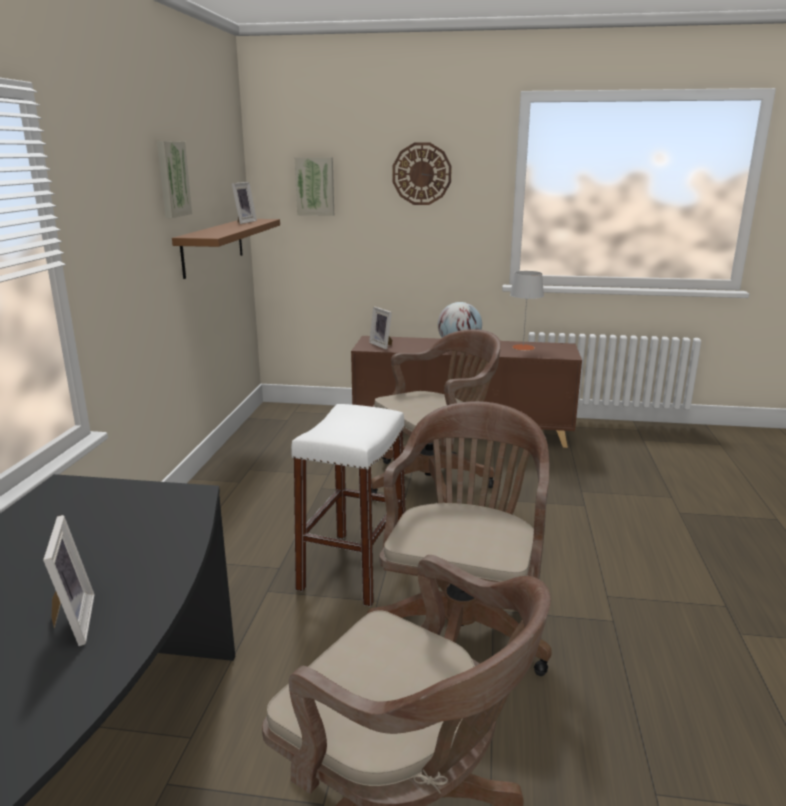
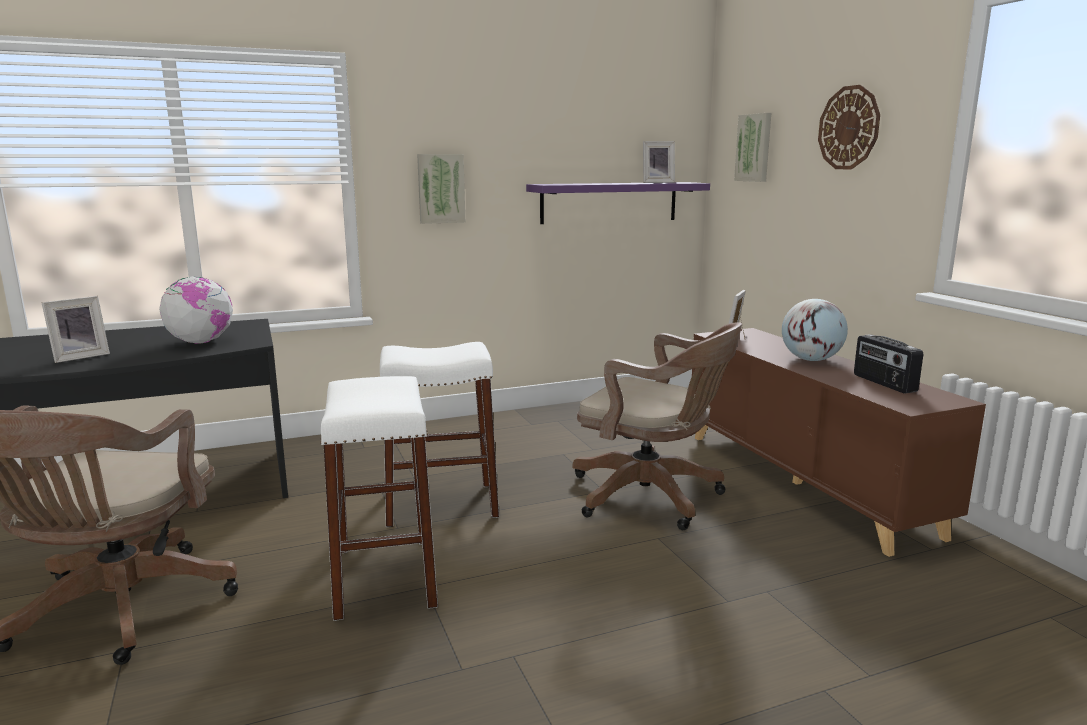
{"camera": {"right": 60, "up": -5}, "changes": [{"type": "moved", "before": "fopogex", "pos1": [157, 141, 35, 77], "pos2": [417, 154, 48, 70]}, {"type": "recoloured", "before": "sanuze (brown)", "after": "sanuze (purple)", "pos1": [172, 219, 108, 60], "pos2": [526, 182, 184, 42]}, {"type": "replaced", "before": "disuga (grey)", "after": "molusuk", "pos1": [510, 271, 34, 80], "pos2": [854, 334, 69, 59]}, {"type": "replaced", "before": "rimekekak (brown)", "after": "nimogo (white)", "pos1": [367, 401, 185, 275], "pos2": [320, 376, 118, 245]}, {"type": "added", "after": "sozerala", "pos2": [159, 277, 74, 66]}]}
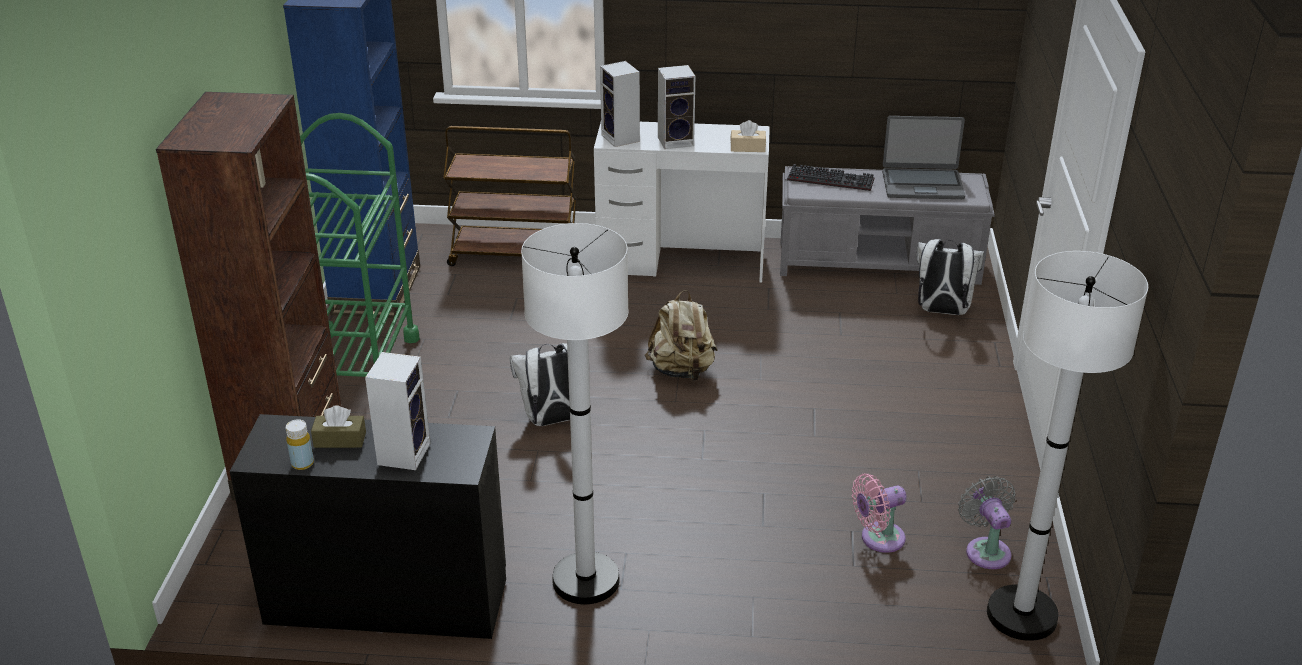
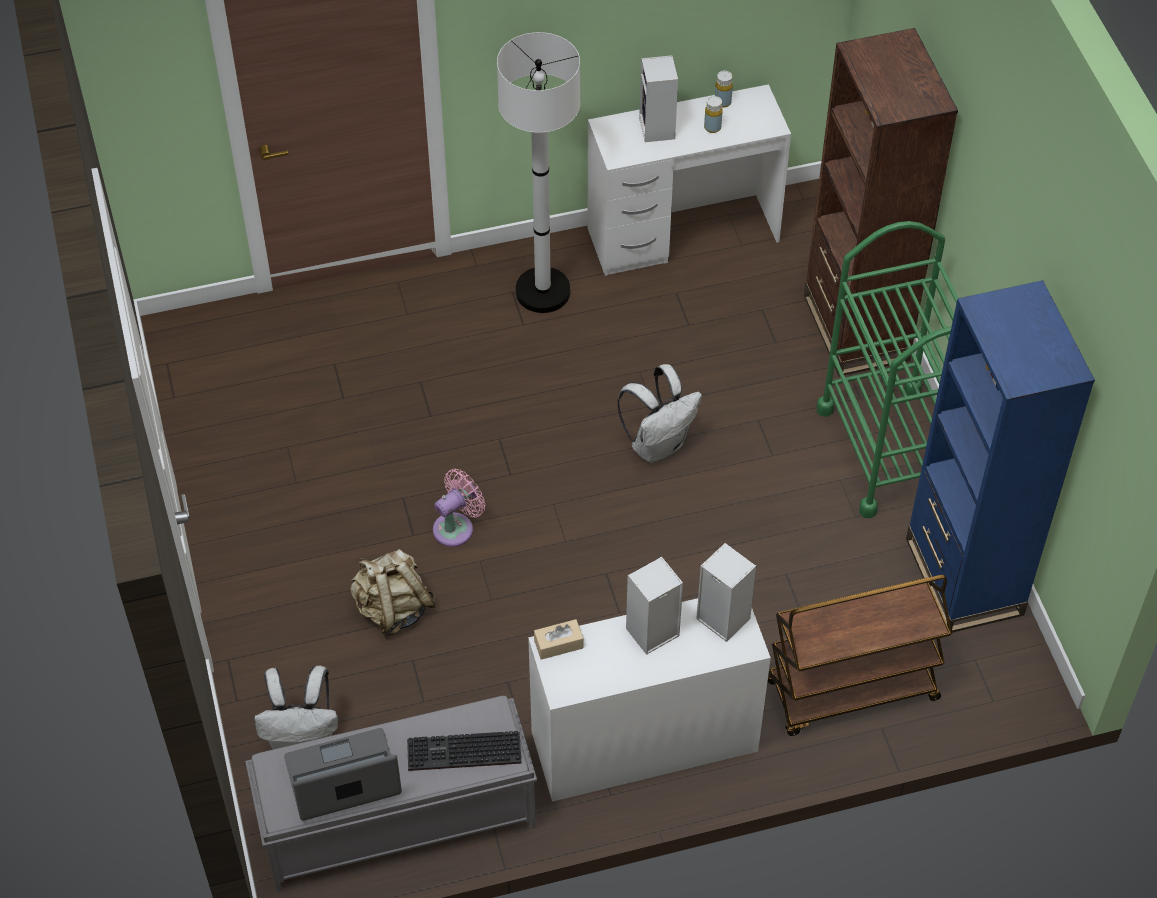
{"camera": {"right": 160, "up": 20}, "changes": [{"type": "removed", "before": "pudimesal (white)", "pos1": [987, 251, 161, 390]}, {"type": "moved", "before": "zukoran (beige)", "pos1": [645, 290, 72, 91], "pos2": [350, 549, 85, 86]}, {"type": "replaced", "before": "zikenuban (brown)", "after": "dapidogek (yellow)", "pos1": [311, 405, 55, 43], "pos2": [704, 96, 19, 37]}, {"type": "recoloured", "before": "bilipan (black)", "after": "bilipan (white)", "pos1": [230, 414, 276, 225], "pos2": [587, 84, 204, 192]}, {"type": "moved", "before": "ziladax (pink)", "pos1": [852, 474, 55, 79], "pos2": [433, 469, 52, 78]}, {"type": "removed", "before": "ziladax (grey)", "pos1": [958, 476, 58, 93]}]}
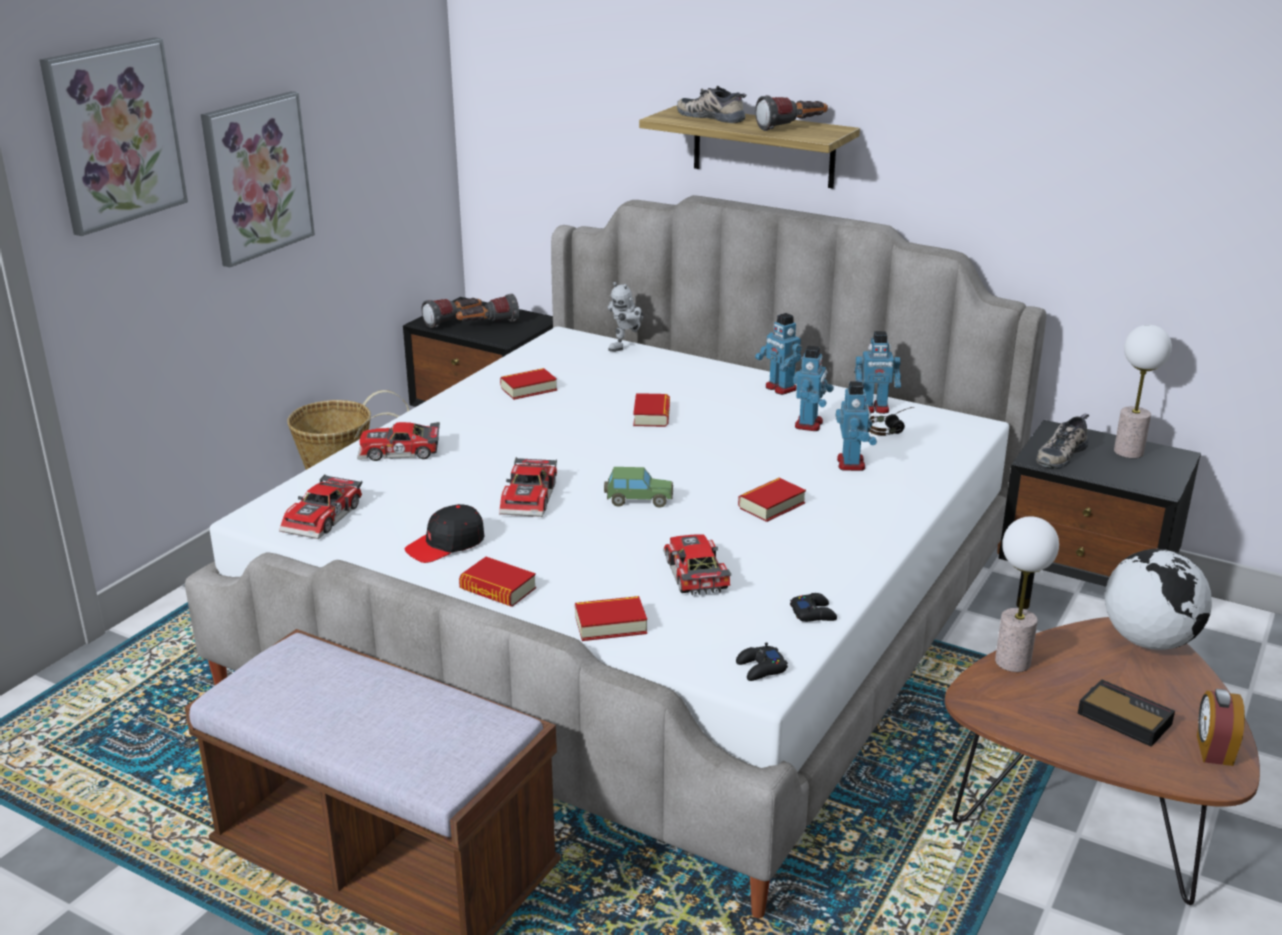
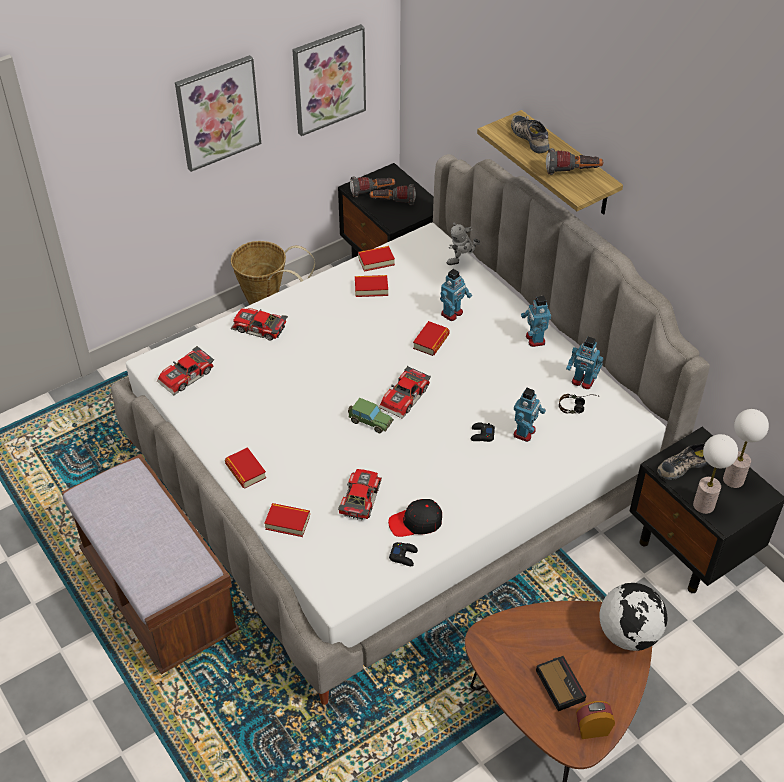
{"camera": {"right": 25, "up": 20}, "changes": [{"type": "moved", "before": "fopogex", "pos1": [40, 37, 148, 199], "pos2": [292, 24, 74, 112]}, {"type": "moved", "before": "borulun", "pos1": [793, 346, 41, 85], "pos2": [440, 269, 32, 52]}, {"type": "moved", "before": "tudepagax", "pos1": [499, 457, 58, 60], "pos2": [379, 366, 52, 53]}, {"type": "moved", "before": "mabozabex", "pos1": [738, 478, 68, 44], "pos2": [358, 246, 37, 26]}, {"type": "moved", "before": "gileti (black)", "pos1": [405, 504, 80, 59], "pos2": [388, 499, 54, 38]}, {"type": "moved", "before": "disuga", "pos1": [995, 516, 64, 156], "pos2": [693, 434, 45, 80]}, {"type": "moved", "before": "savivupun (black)", "pos1": [736, 642, 52, 39], "pos2": [471, 423, 24, 19]}, {"type": "turned", "before": "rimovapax", "pos1": [1197, 689, 48, 77], "pos2": [576, 701, 39, 38], "turn": 45}]}
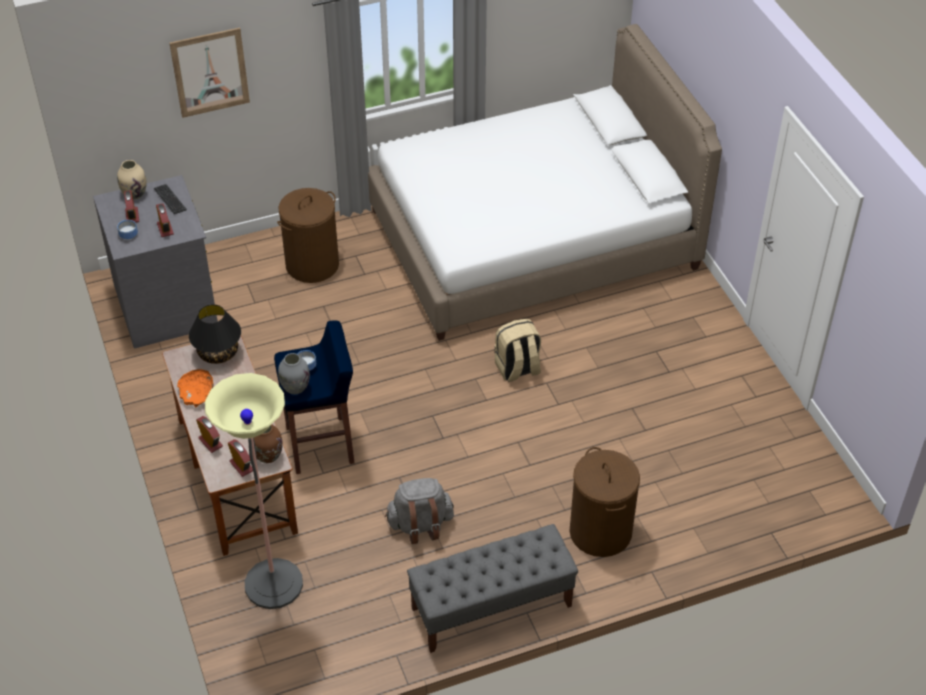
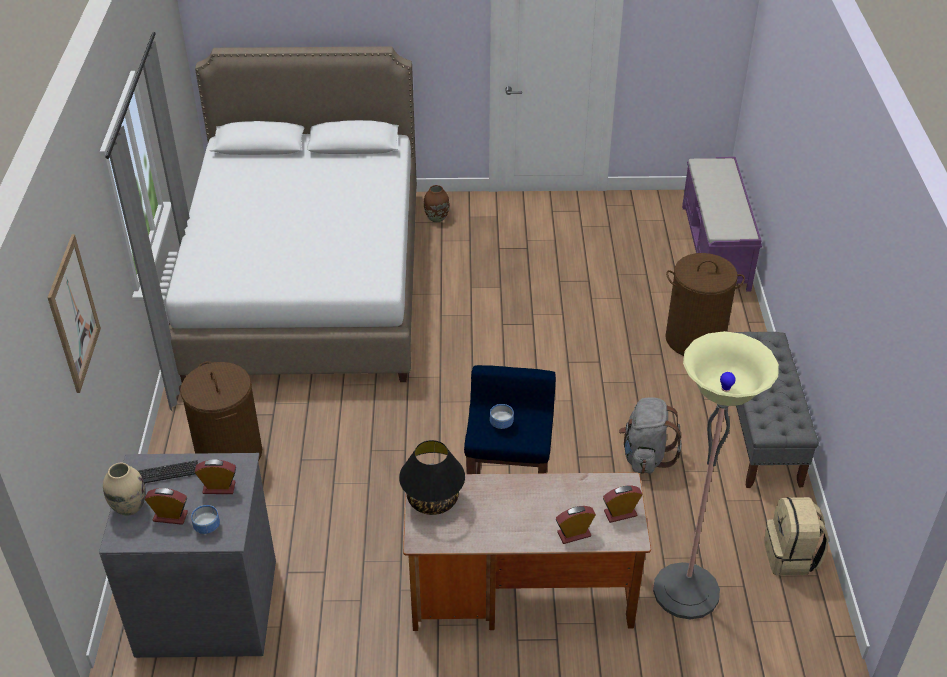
{"camera": {"right": -70, "up": -5}, "changes": [{"type": "moved", "before": "zukoran (beige)", "pos1": [494, 319, 47, 63], "pos2": [764, 497, 65, 78]}, {"type": "removed", "before": "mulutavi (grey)", "pos1": [278, 353, 32, 41]}, {"type": "removed", "before": "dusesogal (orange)", "pos1": [177, 369, 37, 39]}, {"type": "moved", "before": "mulutavi (brown)", "pos1": [254, 424, 29, 39], "pos2": [424, 185, 25, 37]}, {"type": "added", "after": "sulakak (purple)", "pos2": [682, 157, 80, 134]}]}
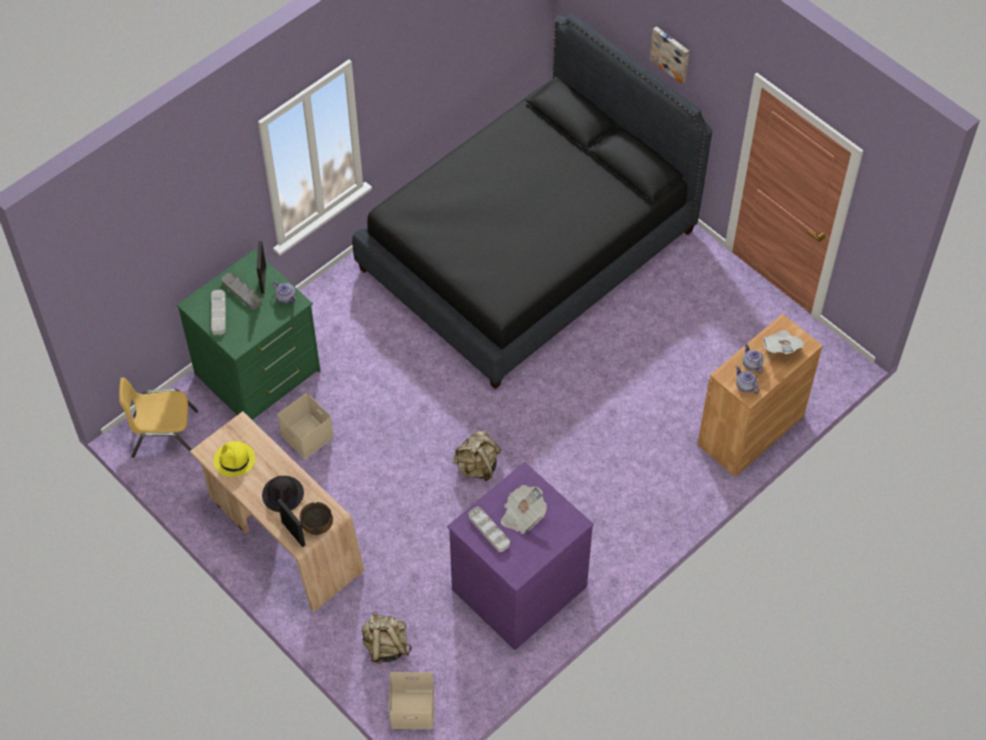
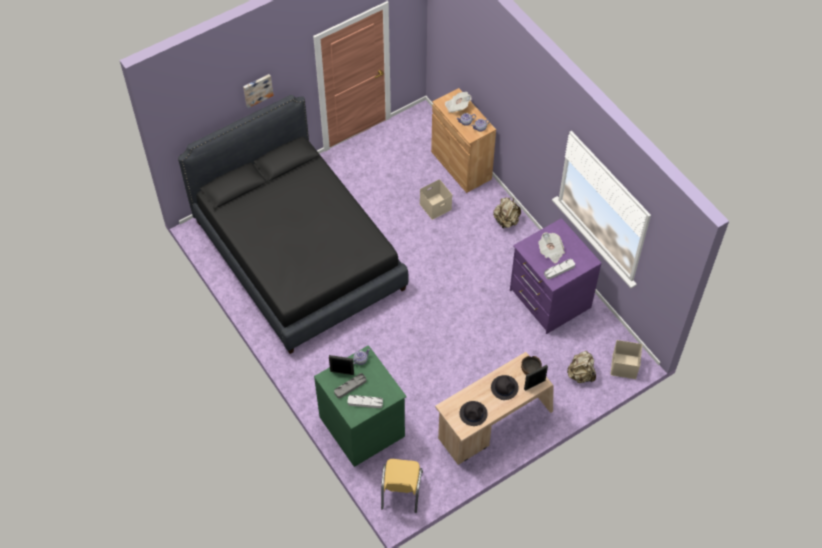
{"camera": {"right": -80, "up": 0}, "changes": [{"type": "moved", "before": "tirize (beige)", "pos1": [277, 393, 57, 66], "pos2": [420, 179, 32, 41]}, {"type": "moved", "before": "zukoran (beige)", "pos1": [453, 431, 48, 50], "pos2": [493, 197, 28, 31]}, {"type": "recoloured", "before": "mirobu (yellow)", "after": "mirobu (black)", "pos1": [214, 441, 41, 36], "pos2": [460, 401, 28, 25]}]}
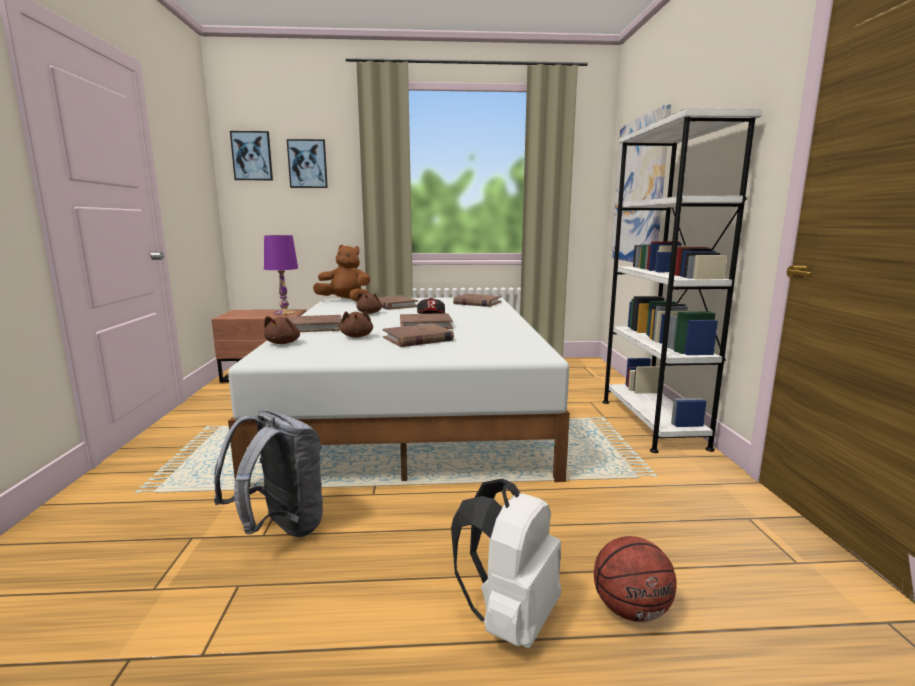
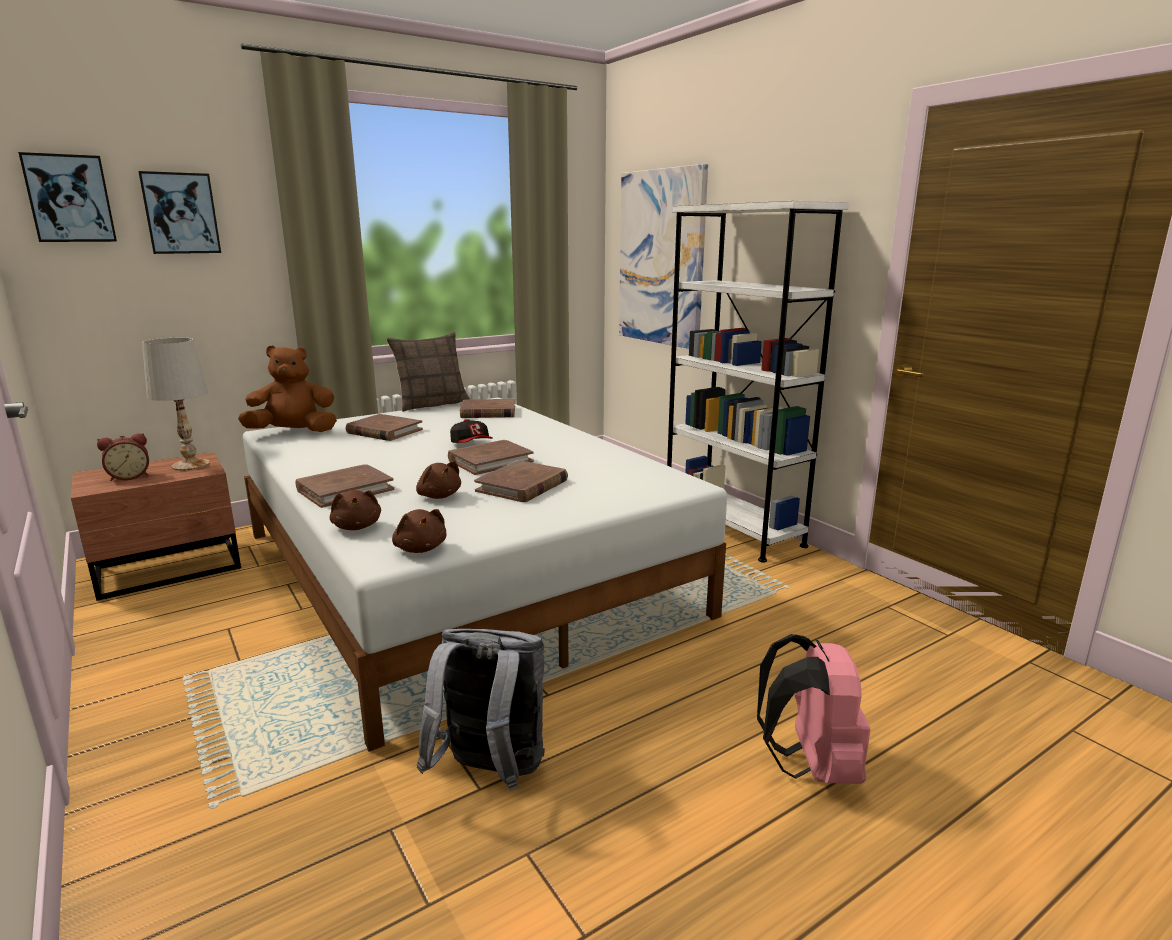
{"camera": {"right": -30, "up": 5}, "changes": [{"type": "recoloured", "before": "disuga (purple)", "after": "disuga (white)", "pos1": [264, 235, 34, 80], "pos2": [142, 338, 68, 133]}, {"type": "moved", "before": "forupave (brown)", "pos1": [356, 292, 26, 22], "pos2": [392, 509, 54, 44]}, {"type": "recoloured", "before": "zukoran (white)", "after": "zukoran (pink)", "pos1": [451, 479, 110, 169], "pos2": [757, 634, 114, 150]}, {"type": "removed", "before": "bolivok", "pos1": [594, 536, 83, 86]}, {"type": "added", "after": "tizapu", "pos2": [386, 332, 84, 80]}, {"type": "added", "after": "rimovapax", "pos2": [97, 433, 52, 48]}]}
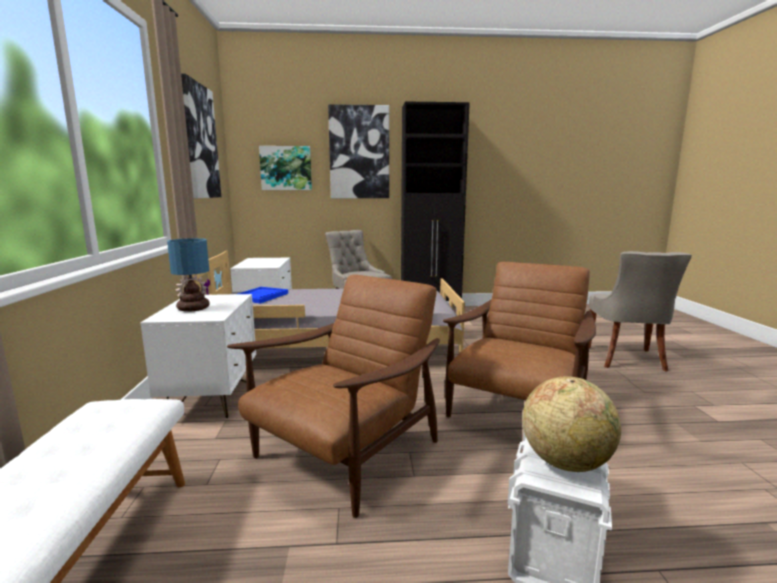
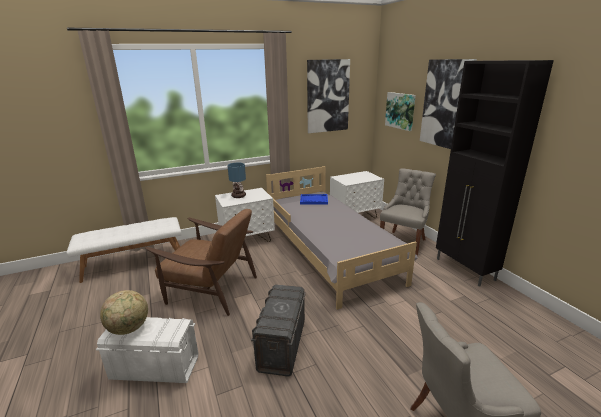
{"camera": {"right": 70, "up": 10}, "changes": [{"type": "replaced", "before": "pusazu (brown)", "after": "tirize (grey)", "pos1": [443, 262, 153, 155], "pos2": [251, 284, 55, 93]}]}
